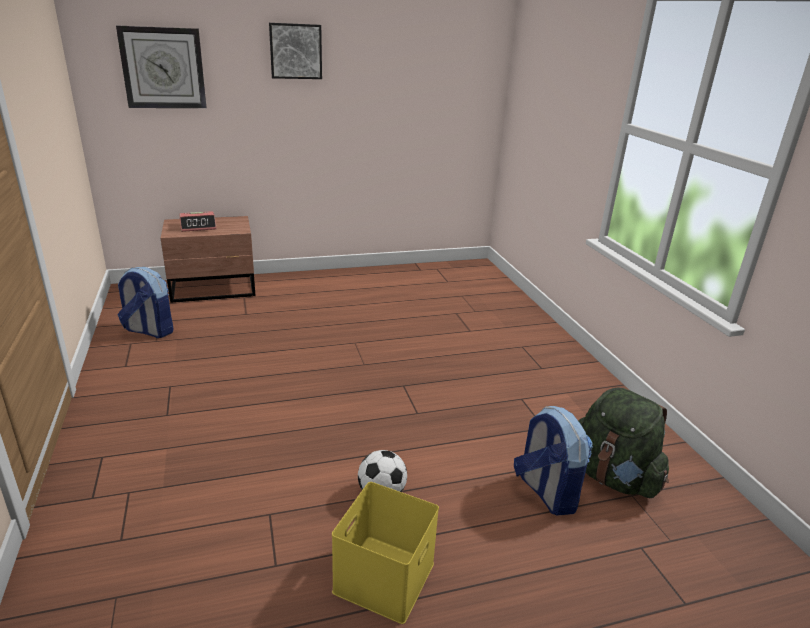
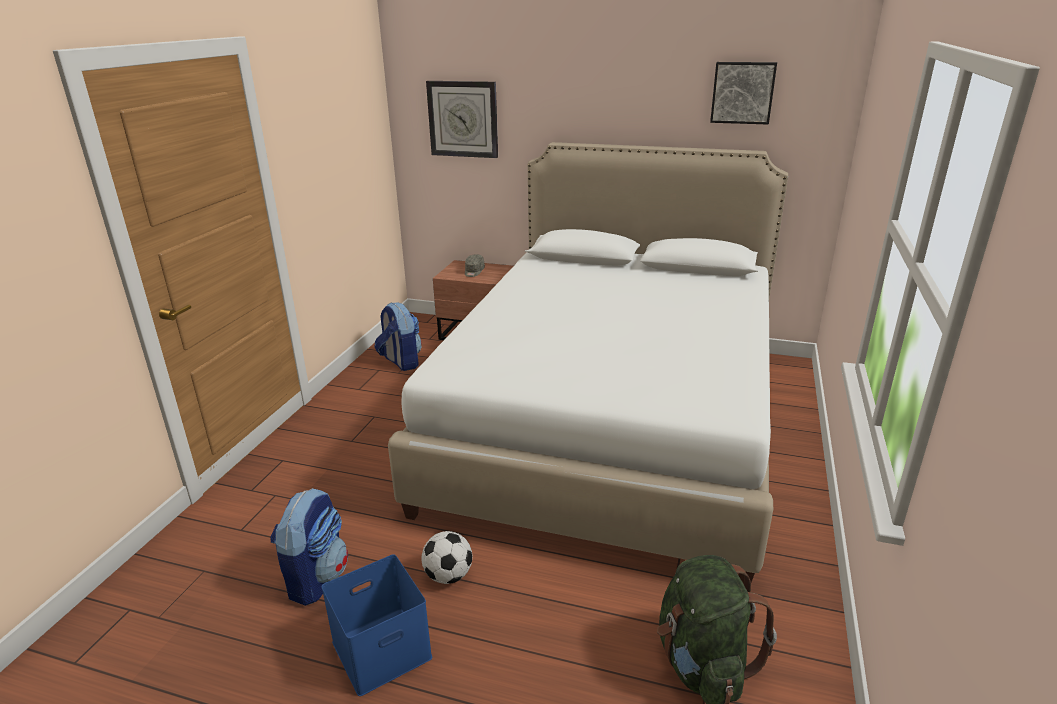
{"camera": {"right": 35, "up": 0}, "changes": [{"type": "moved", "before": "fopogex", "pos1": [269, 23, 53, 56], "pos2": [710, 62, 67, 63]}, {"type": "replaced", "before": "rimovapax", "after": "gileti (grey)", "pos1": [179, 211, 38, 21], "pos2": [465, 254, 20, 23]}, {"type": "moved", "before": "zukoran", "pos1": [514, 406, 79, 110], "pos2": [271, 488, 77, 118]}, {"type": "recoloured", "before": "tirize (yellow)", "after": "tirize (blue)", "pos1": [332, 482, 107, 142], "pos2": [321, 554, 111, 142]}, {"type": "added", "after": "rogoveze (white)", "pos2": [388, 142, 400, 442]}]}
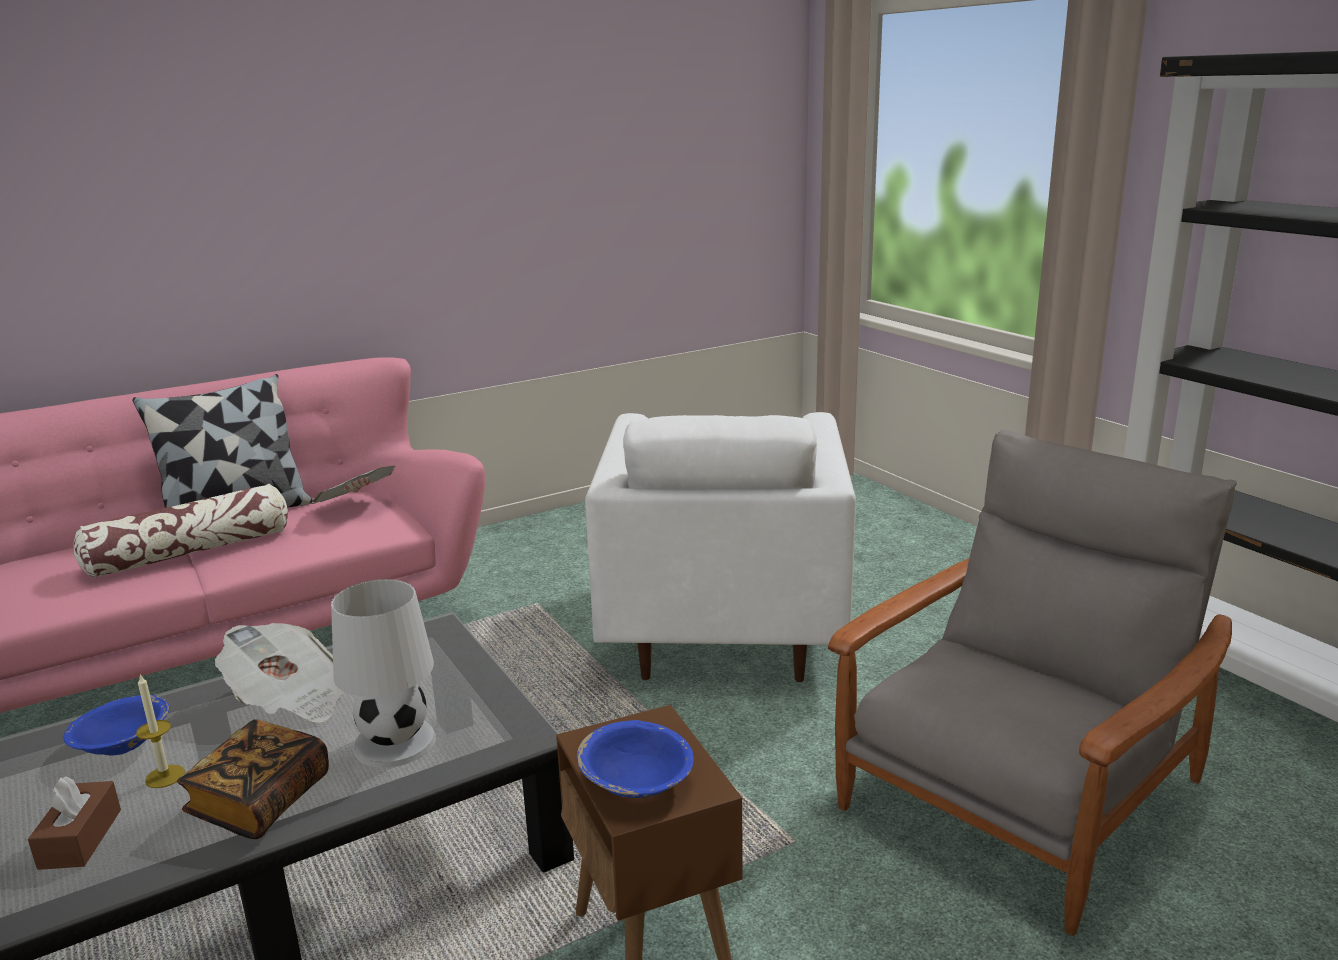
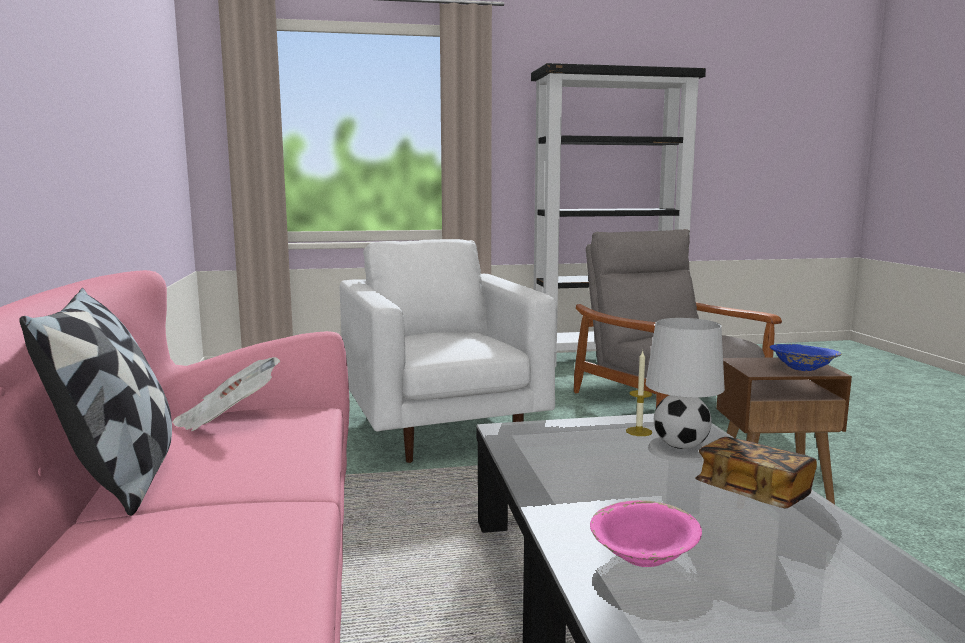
{"camera": {"right": -70, "up": -10}, "changes": [{"type": "turned", "before": "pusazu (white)", "pos1": [585, 412, 271, 270], "pos2": [340, 239, 216, 224], "turn": -135}, {"type": "removed", "before": "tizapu", "pos1": [73, 484, 215, 94]}, {"type": "removed", "before": "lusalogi", "pos1": [215, 623, 129, 100]}, {"type": "moved", "before": "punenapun", "pos1": [136, 674, 49, 114], "pos2": [626, 351, 26, 85]}, {"type": "recoloured", "before": "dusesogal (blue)", "after": "dusesogal (pink)", "pos1": [63, 695, 107, 61], "pos2": [590, 500, 112, 67]}, {"type": "removed", "before": "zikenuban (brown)", "pos1": [28, 776, 93, 94]}]}
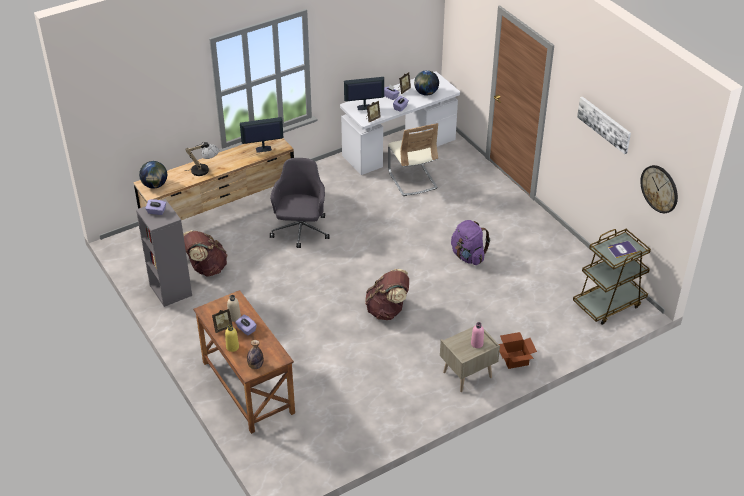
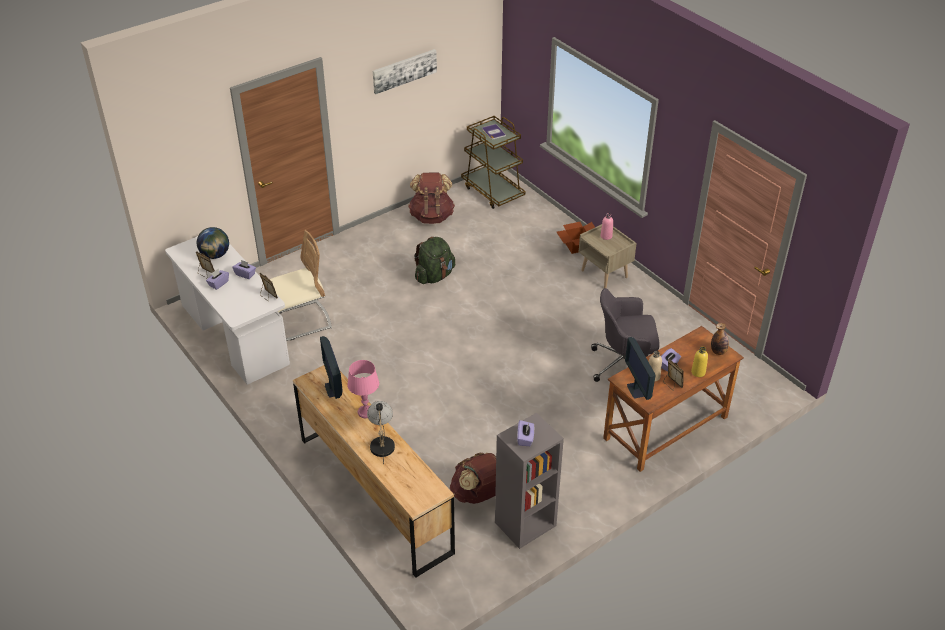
{"camera": {"right": -95, "up": 0}, "changes": [{"type": "moved", "before": "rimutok", "pos1": [344, 77, 40, 33], "pos2": [625, 337, 31, 63]}, {"type": "moved", "before": "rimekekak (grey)", "pos1": [270, 158, 60, 90], "pos2": [591, 288, 69, 94]}, {"type": "removed", "before": "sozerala", "pos1": [139, 161, 28, 28]}, {"type": "removed", "before": "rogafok", "pos1": [640, 165, 38, 48]}, {"type": "recoloured", "before": "zukoran (purple)", "after": "zukoran (green)", "pos1": [451, 220, 39, 45], "pos2": [414, 237, 41, 47]}, {"type": "moved", "before": "zukoran (brown)", "pos1": [365, 269, 44, 51], "pos2": [408, 172, 47, 52]}, {"type": "added", "after": "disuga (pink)", "pos2": [347, 360, 32, 58]}]}
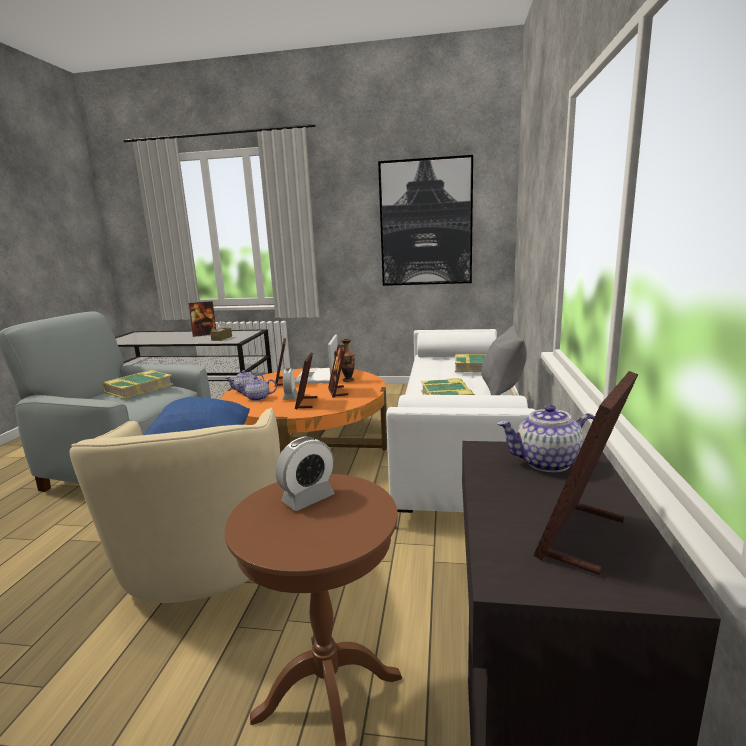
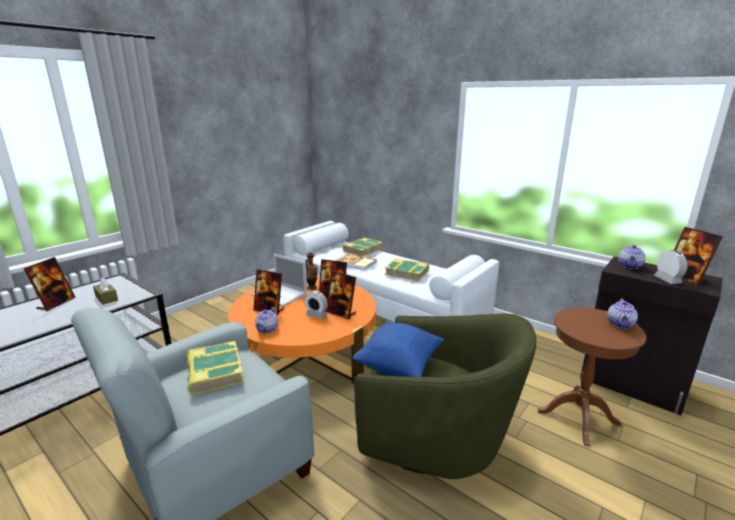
{"camera": {"right": -60, "up": 5}, "changes": [{"type": "removed", "before": "fopogex", "pos1": [378, 155, 95, 131]}, {"type": "removed", "before": "tizapu (grey)", "pos1": [481, 325, 46, 70]}, {"type": "moved", "before": "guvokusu", "pos1": [237, 376, 40, 25], "pos2": [607, 299, 31, 30]}, {"type": "recoloured", "before": "pusazu (beige)", "after": "pusazu (green)", "pos1": [69, 408, 211, 195], "pos2": [354, 314, 182, 165]}, {"type": "moved", "before": "rimovapax", "pos1": [275, 436, 59, 75], "pos2": [654, 250, 33, 34]}, {"type": "added", "after": "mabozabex", "pos2": [336, 254, 41, 16]}]}
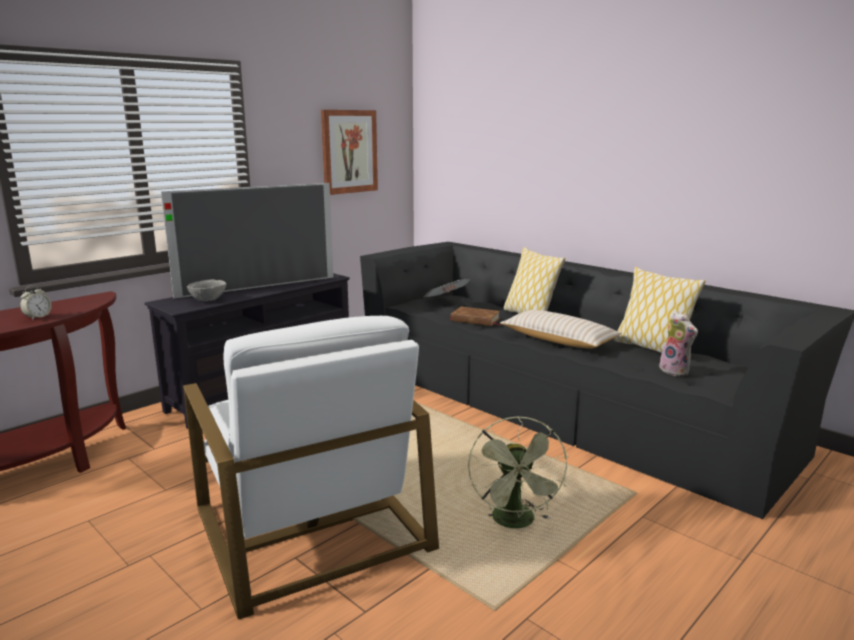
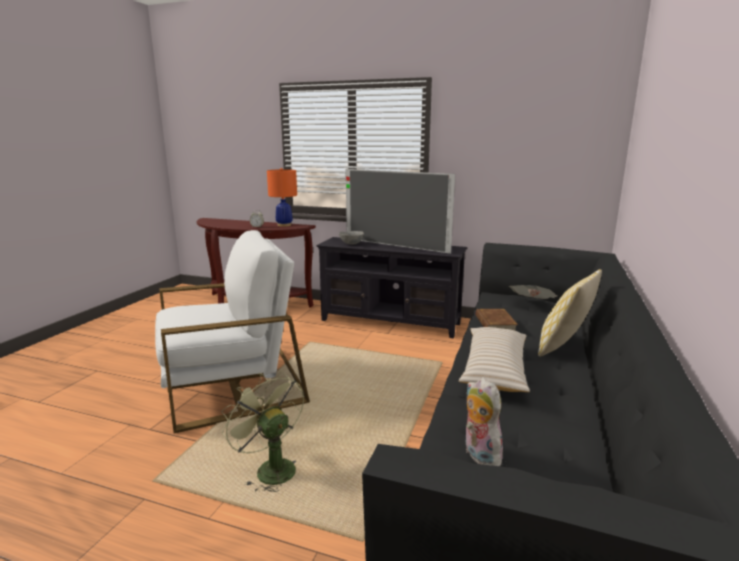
{"camera": {"right": 65, "up": 0}, "changes": [{"type": "removed", "before": "fopogex", "pos1": [321, 110, 57, 85]}, {"type": "removed", "before": "tizapu", "pos1": [614, 267, 91, 86]}, {"type": "turned", "before": "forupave", "pos1": [659, 311, 39, 65], "pos2": [466, 377, 37, 89], "turn": 120}, {"type": "turned", "before": "pusazu (white)", "pos1": [183, 316, 256, 304], "pos2": [155, 230, 155, 204], "turn": -150}, {"type": "turned", "before": "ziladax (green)", "pos1": [468, 416, 100, 112], "pos2": [221, 371, 83, 121], "turn": 75}, {"type": "added", "after": "disuga (orange)", "pos2": [267, 168, 30, 59]}]}
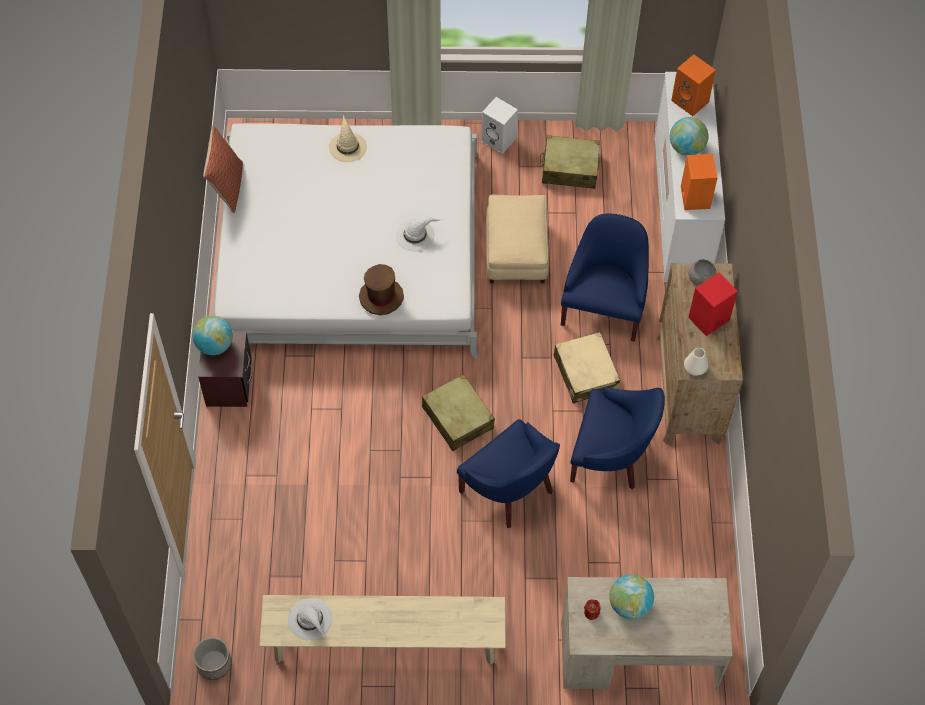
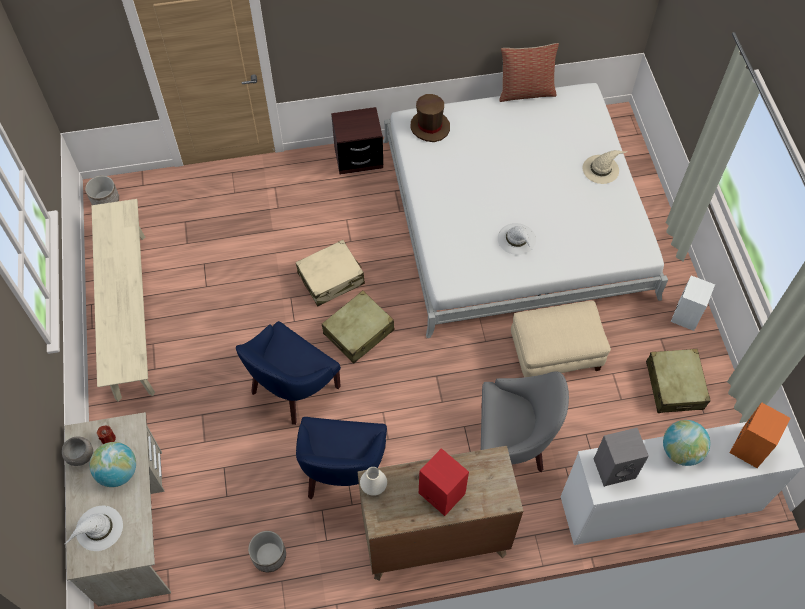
{"camera": {"right": 80, "up": 0}, "changes": [{"type": "recoloured", "before": "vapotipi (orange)", "after": "vapotipi (grey)", "pos1": [681, 154, 36, 56], "pos2": [594, 428, 55, 59]}, {"type": "recoloured", "before": "pusazu (blue)", "after": "pusazu (grey)", "pos1": [561, 214, 88, 128], "pos2": [481, 371, 88, 101]}, {"type": "moved", "before": "dusesogal (grey)", "pos1": [688, 260, 28, 26], "pos2": [62, 436, 31, 30]}, {"type": "moved", "before": "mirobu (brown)", "pos1": [359, 264, 45, 51], "pos2": [410, 94, 40, 48]}, {"type": "removed", "before": "sozerala", "pos1": [192, 315, 41, 40]}, {"type": "moved", "before": "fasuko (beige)", "pos1": [554, 332, 66, 71], "pos2": [296, 240, 69, 66]}, {"type": "moved", "before": "mirobu (white)", "pos1": [288, 599, 44, 41], "pos2": [64, 506, 59, 45]}, {"type": "added", "after": "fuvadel", "pos2": [248, 531, 38, 41]}]}
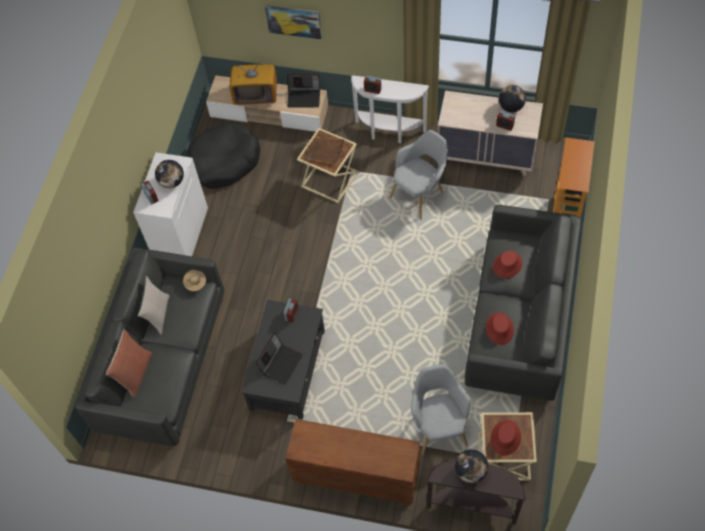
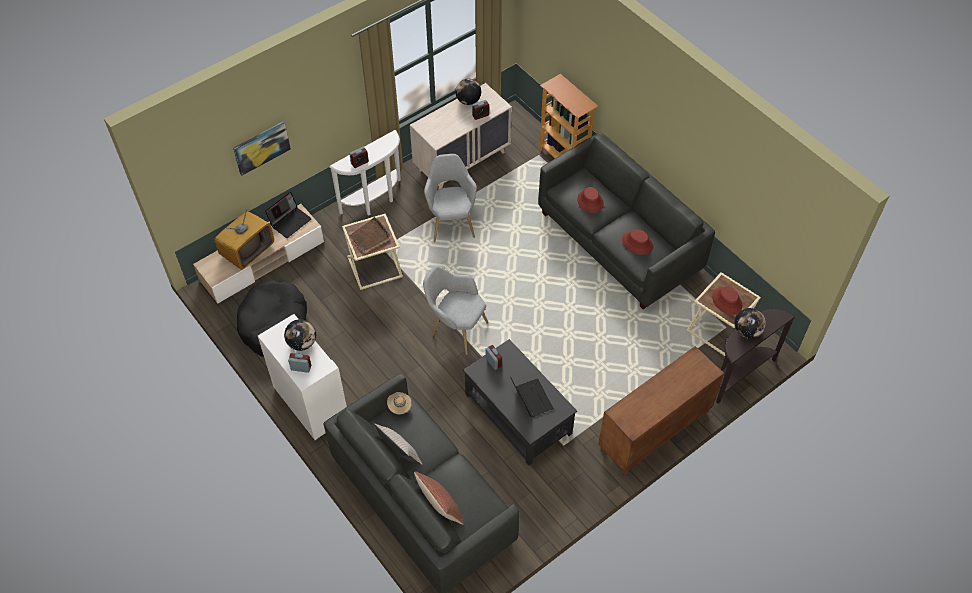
{"camera": {"right": -55, "up": -5}, "changes": [{"type": "moved", "before": "pusazu (grey)", "pos1": [411, 364, 60, 92], "pos2": [423, 266, 65, 89]}]}
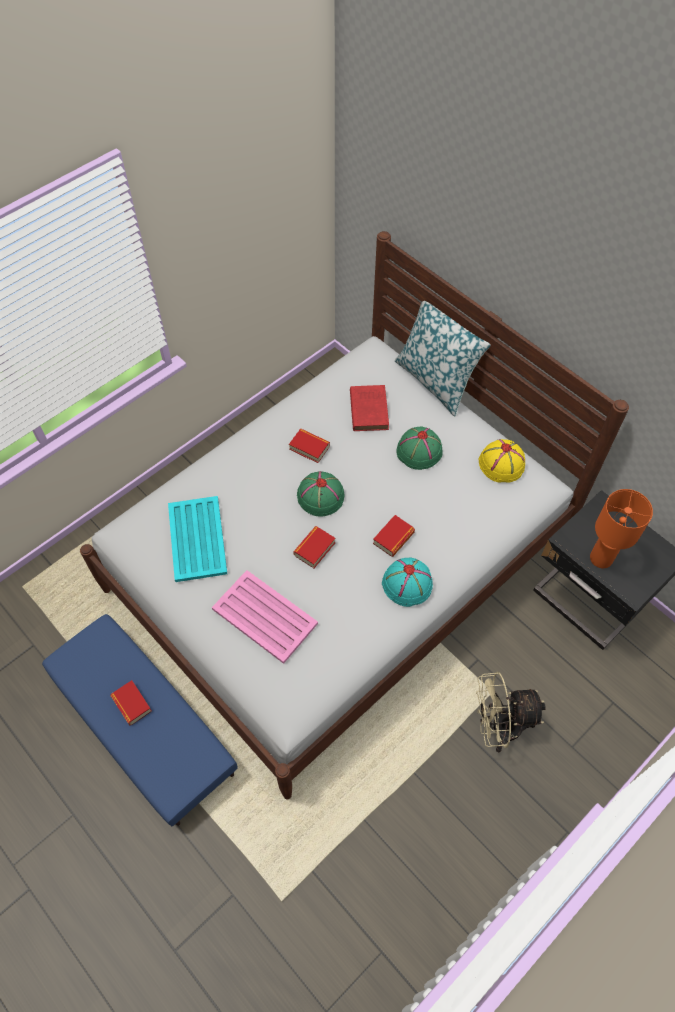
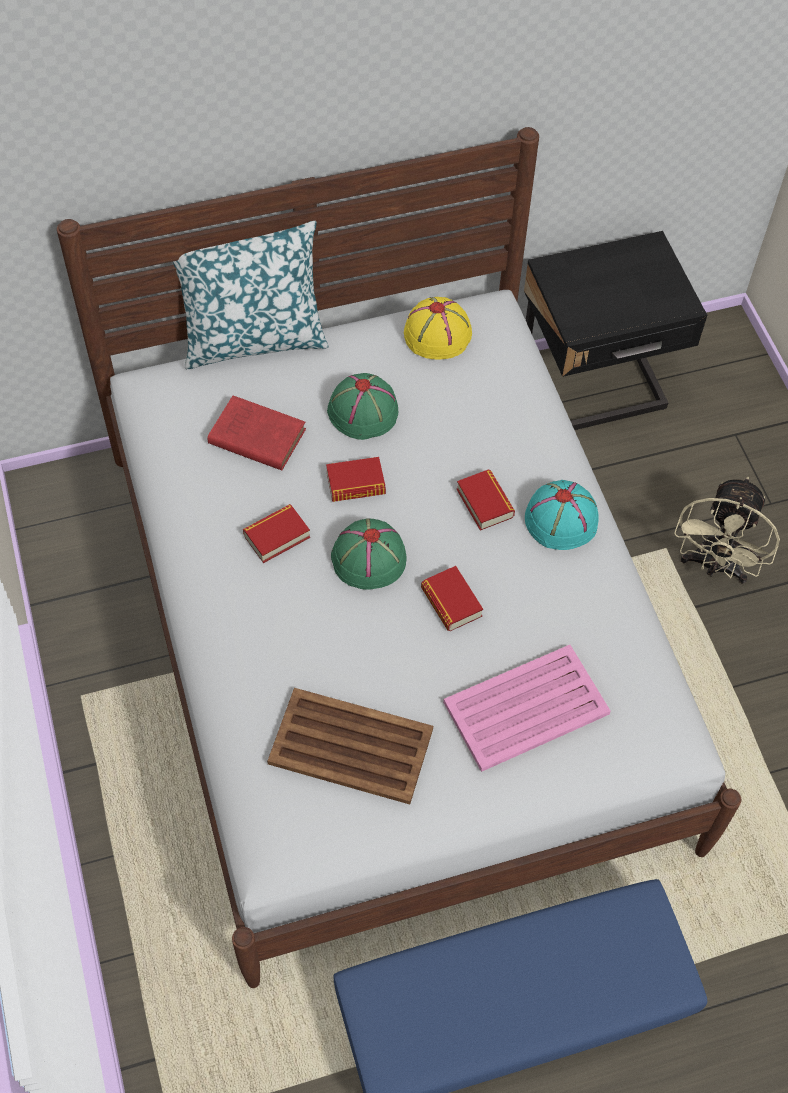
{"camera": {"right": -65, "up": 0}, "changes": [{"type": "removed", "before": "disuga (orange)", "pos1": [590, 489, 63, 79]}, {"type": "recoloured", "before": "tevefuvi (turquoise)", "after": "tevefuvi (brown)", "pos1": [168, 496, 59, 86], "pos2": [267, 688, 166, 117]}, {"type": "moved", "before": "mabozabex", "pos1": [110, 680, 42, 46], "pos2": [326, 457, 60, 45]}]}
